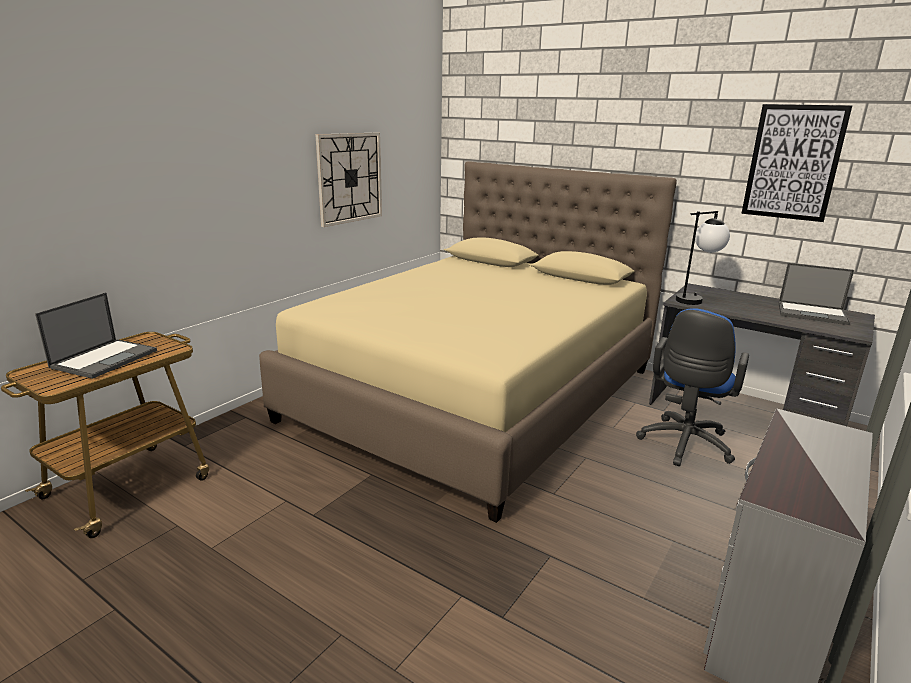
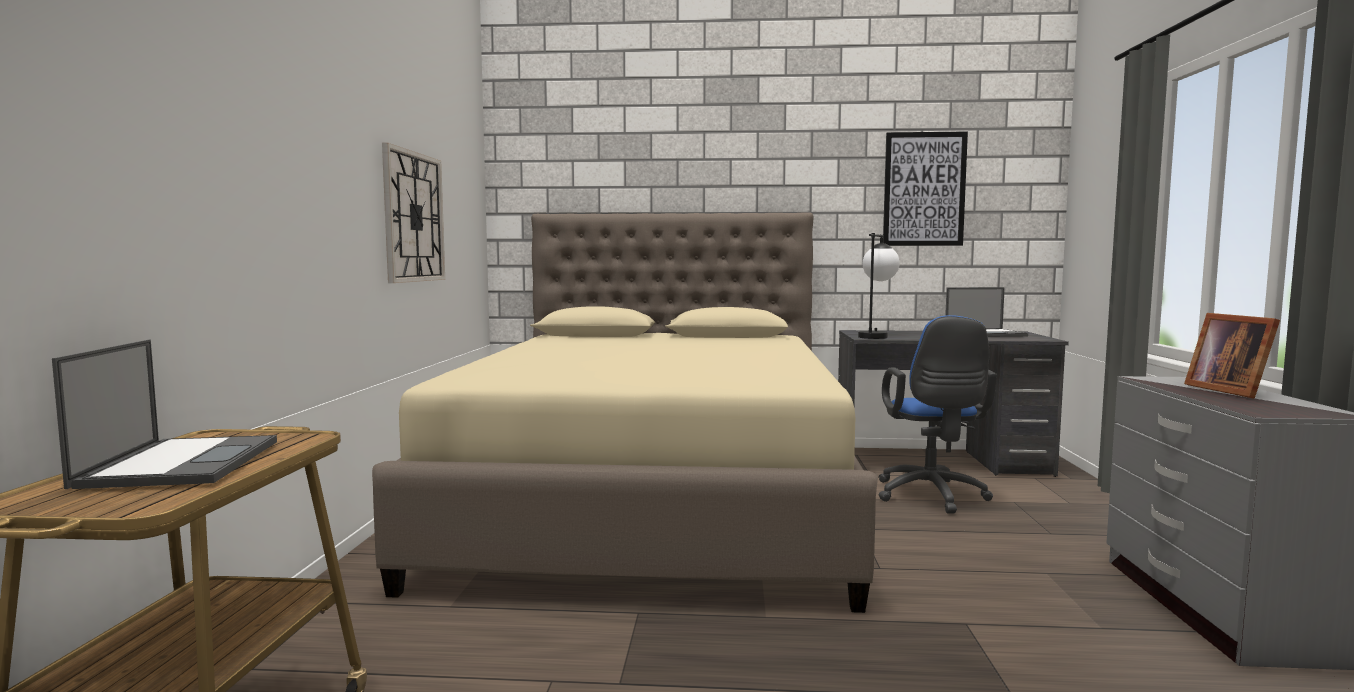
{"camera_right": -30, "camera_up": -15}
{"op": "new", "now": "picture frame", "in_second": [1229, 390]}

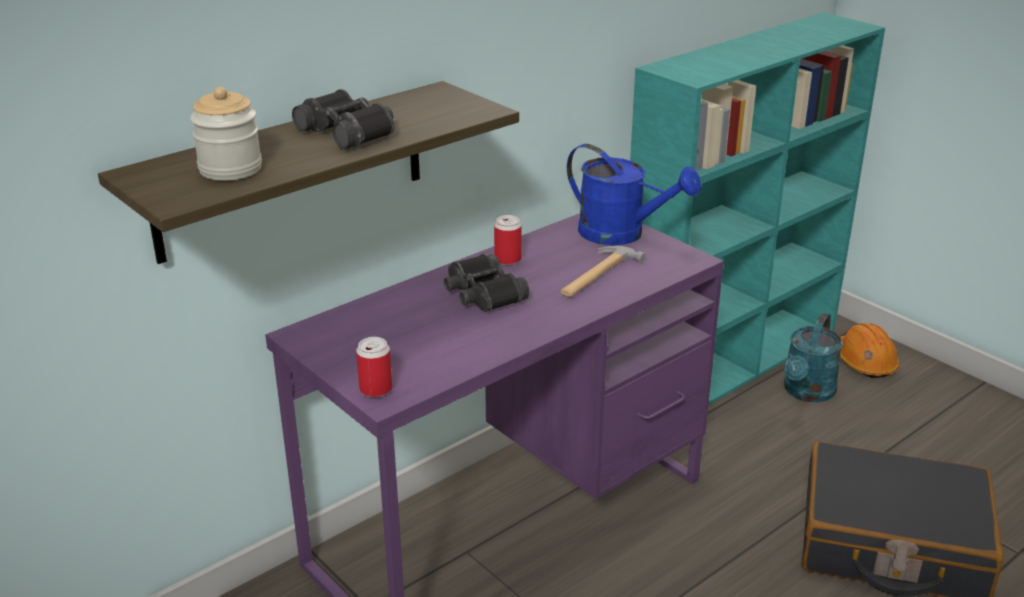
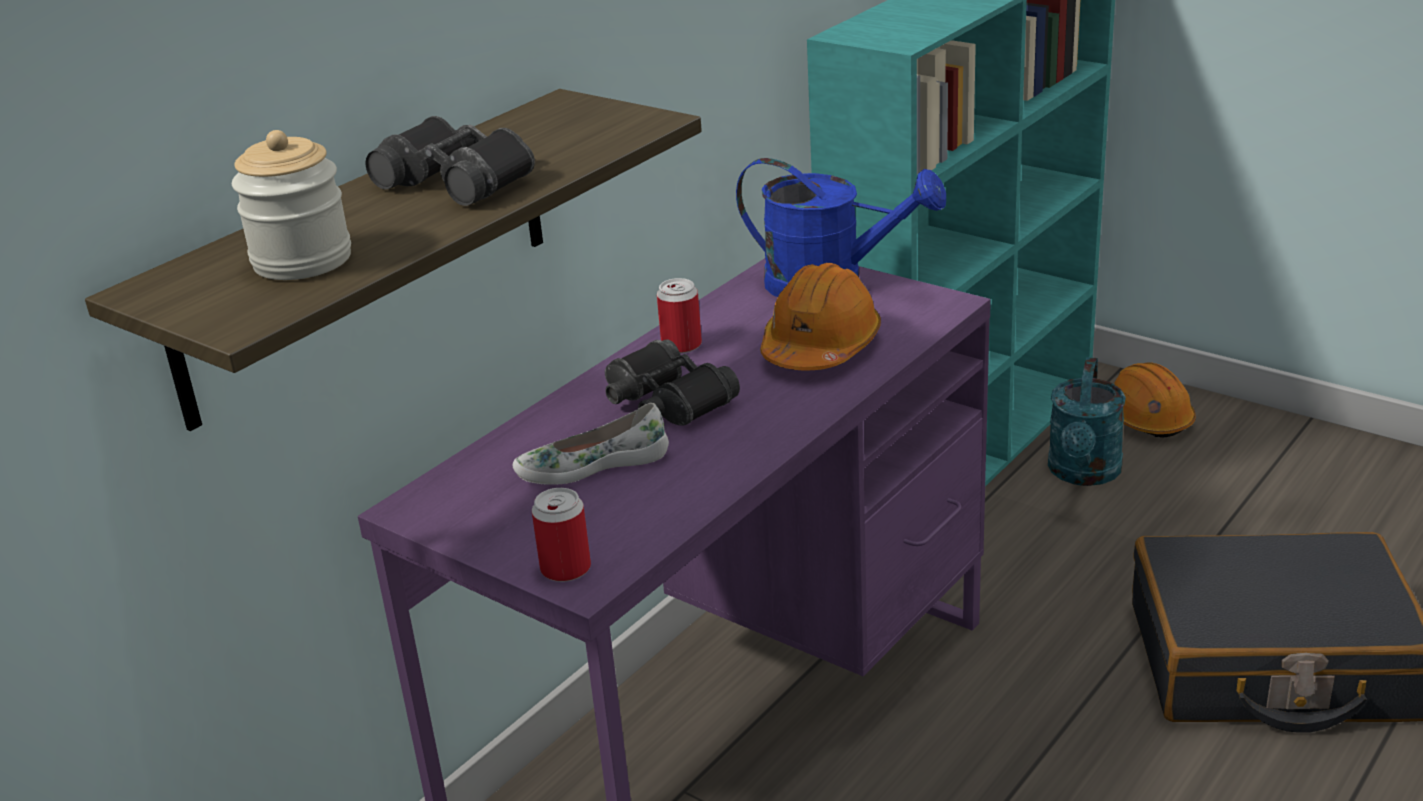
{"camera_right": -10, "camera_up": 0}
{"op": "new", "now": "white shoe", "in_second": [592, 465]}
{"op": "swapped", "was": "hammer", "now": "orange hard hat", "in_first": [596, 275], "in_second": [820, 347]}

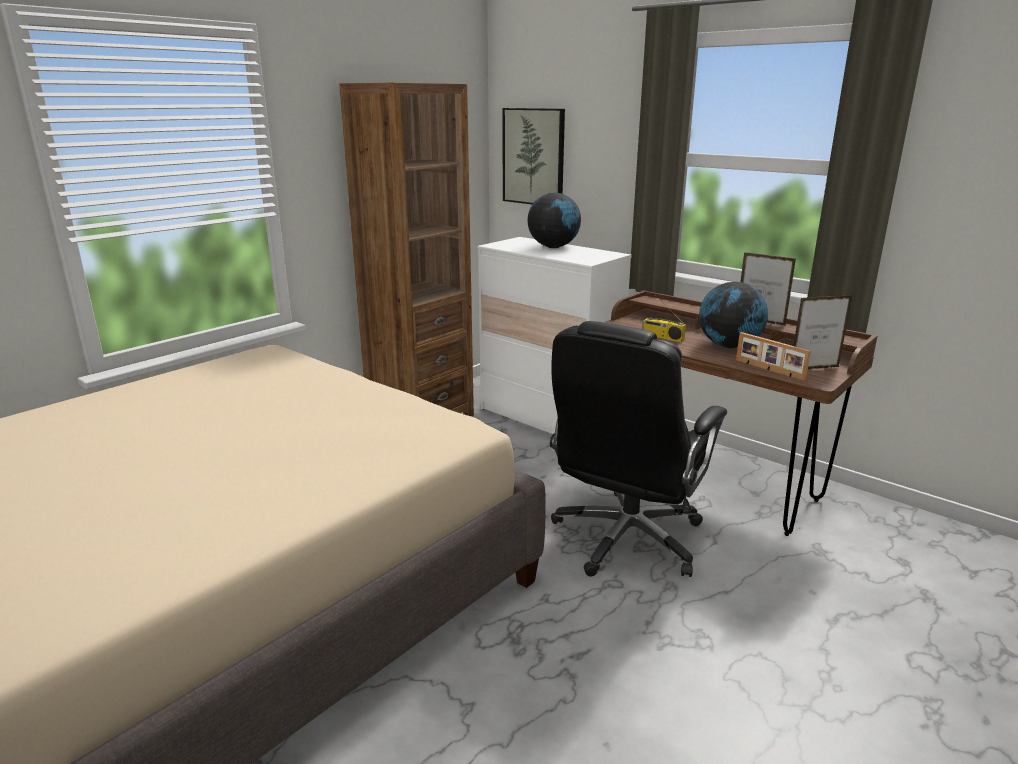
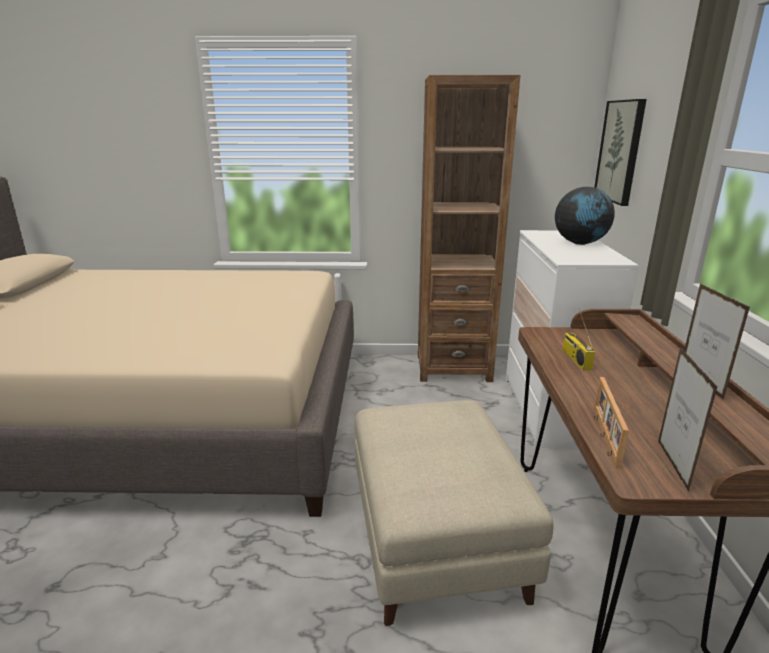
{"camera_right": 50, "camera_up": 0}
{"op": "gone", "was": "globe", "in_first": [729, 346]}
{"op": "swapped", "was": "black office chair", "now": "beige ottoman", "in_first": [626, 539], "in_second": [434, 538]}
{"op": "rotated", "was": "picture frame", "in_first": [814, 369], "in_second": [672, 465], "clockwise": 60}

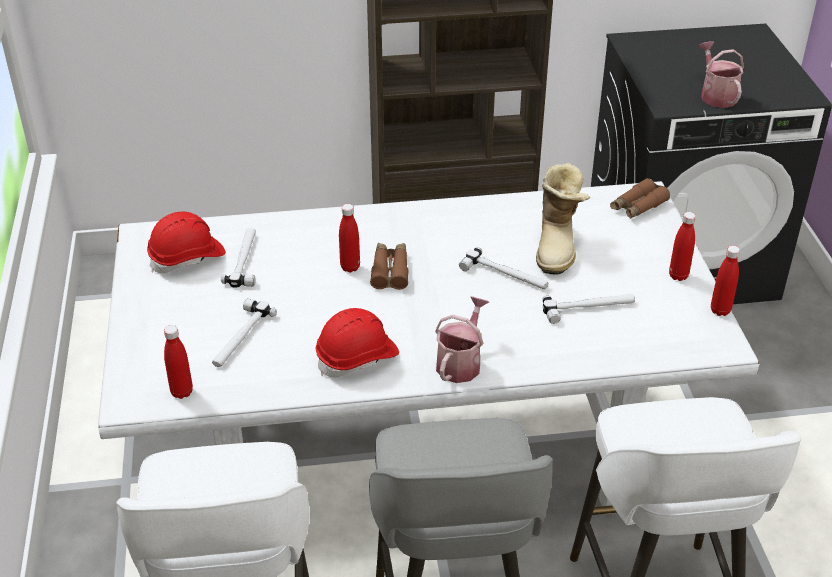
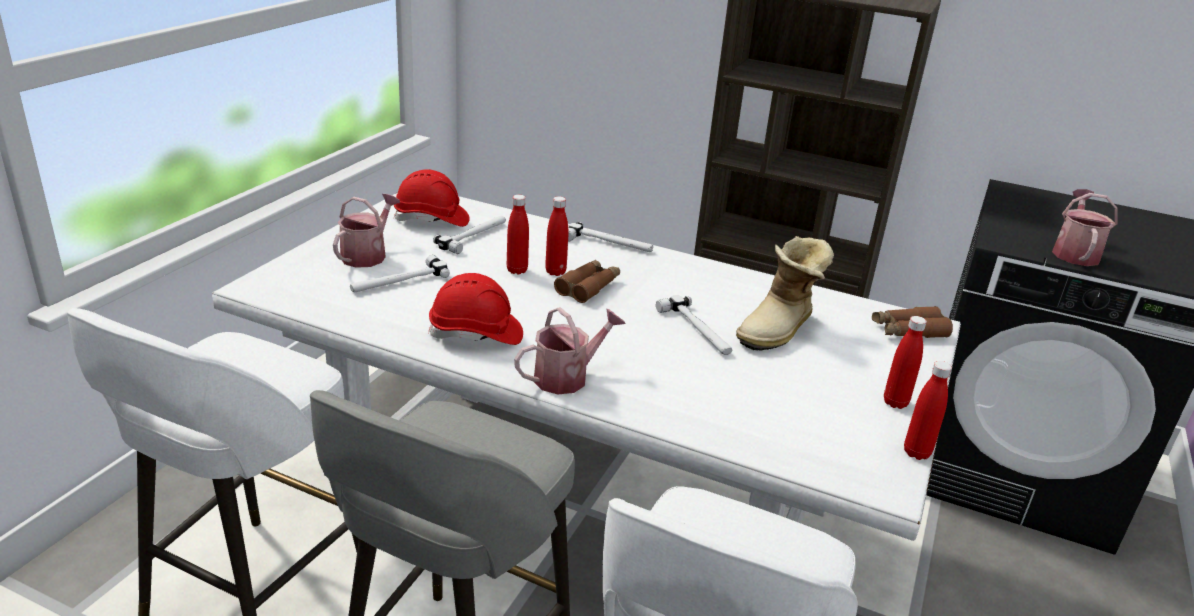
{"camera_right": 30, "camera_up": -10}
{"op": "new", "now": "watering can", "in_second": [367, 254]}
{"op": "shifted", "was": "red bottle", "in_first": [182, 392], "in_second": [517, 270]}
{"op": "shifted", "was": "hammer", "in_first": [588, 308], "in_second": [609, 243]}

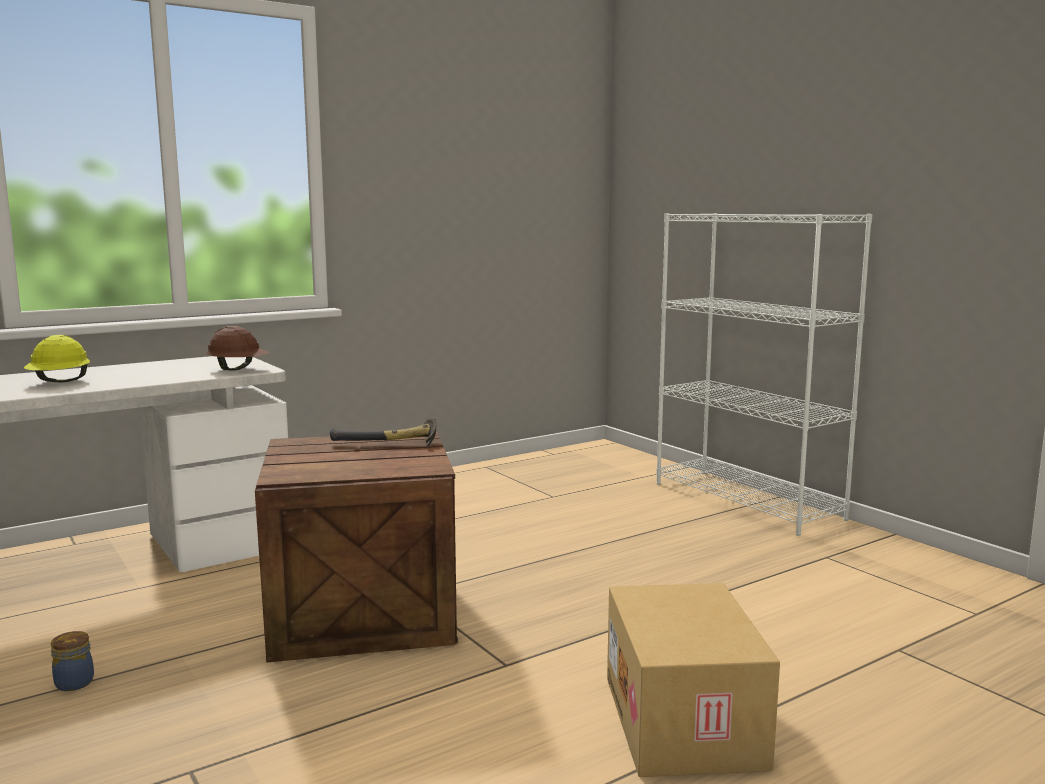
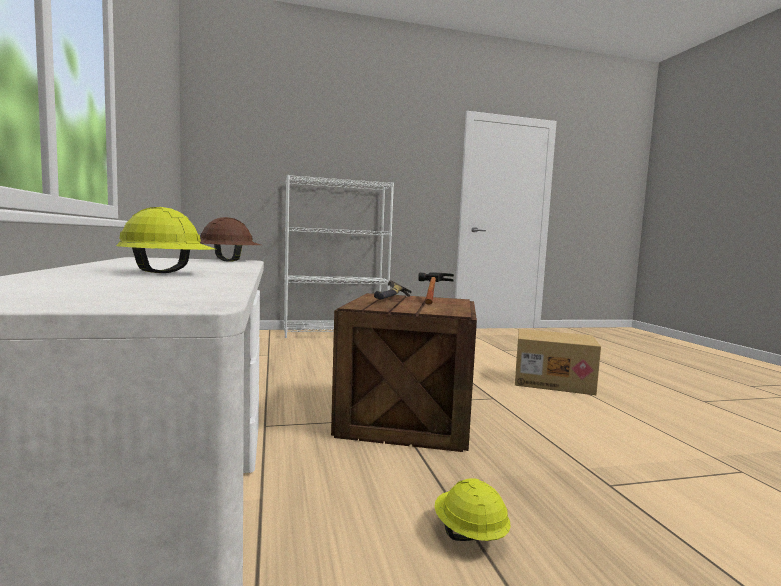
{"camera_right": -70, "camera_up": -5}
{"op": "new", "now": "hammer", "in_second": [431, 298]}
{"op": "swapped", "was": "jar", "now": "yellow hard hat", "in_first": [74, 682], "in_second": [469, 534]}

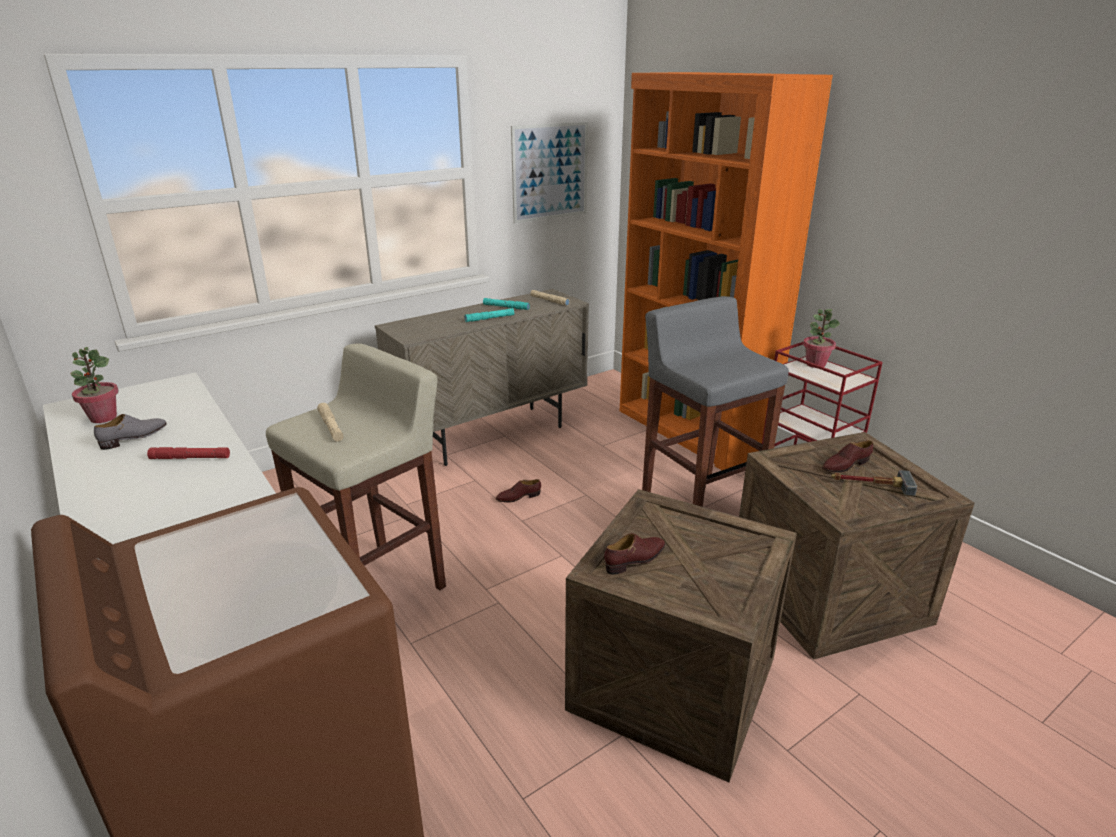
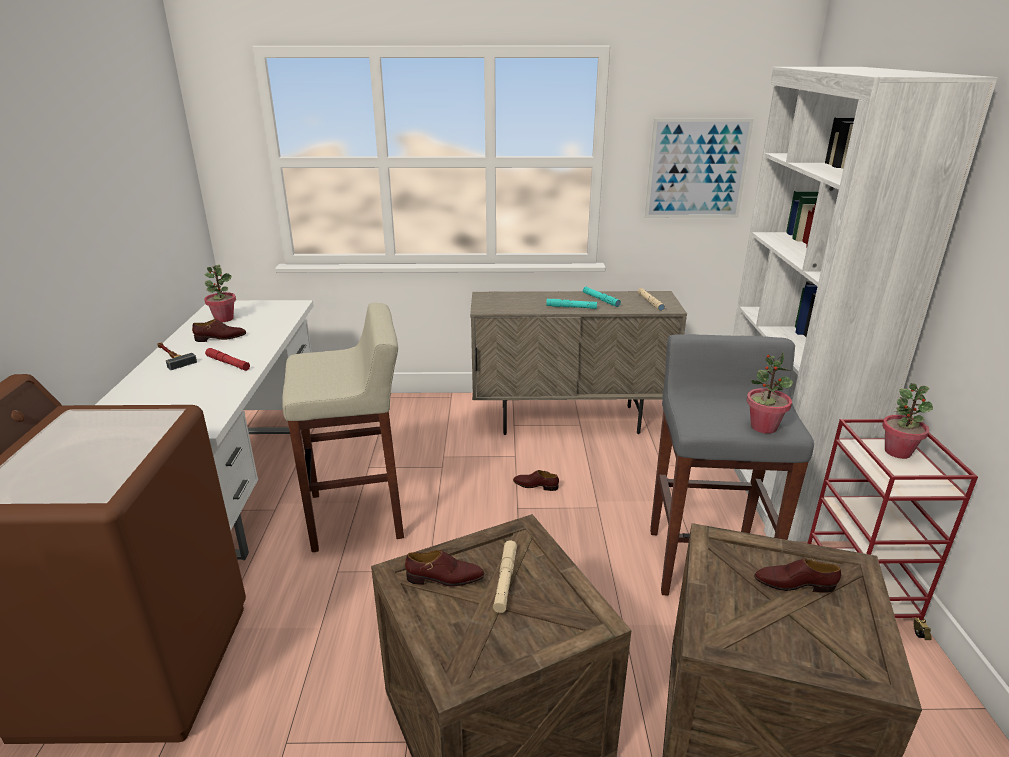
{"camera_right": 35, "camera_up": 0}
{"op": "new", "now": "potted plant", "in_second": [763, 427]}
{"op": "shifted", "was": "beige flashlight", "in_first": [330, 426], "in_second": [505, 580]}
{"op": "shifted", "was": "hammer", "in_first": [870, 484], "in_second": [171, 357]}
{"op": "repainted", "was": "grey shoe", "now": "brown shoe", "in_first": [134, 437], "in_second": [220, 338]}
{"op": "repainted", "was": "orange bookcase", "now": "white bookcase", "in_first": [691, 430], "in_second": [776, 483]}

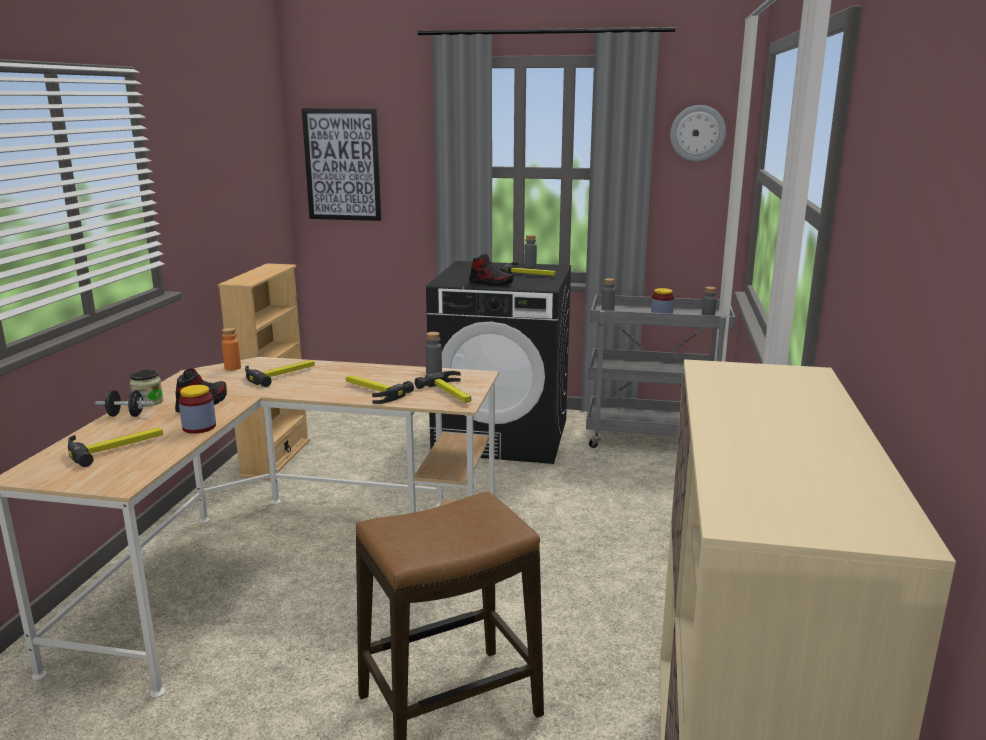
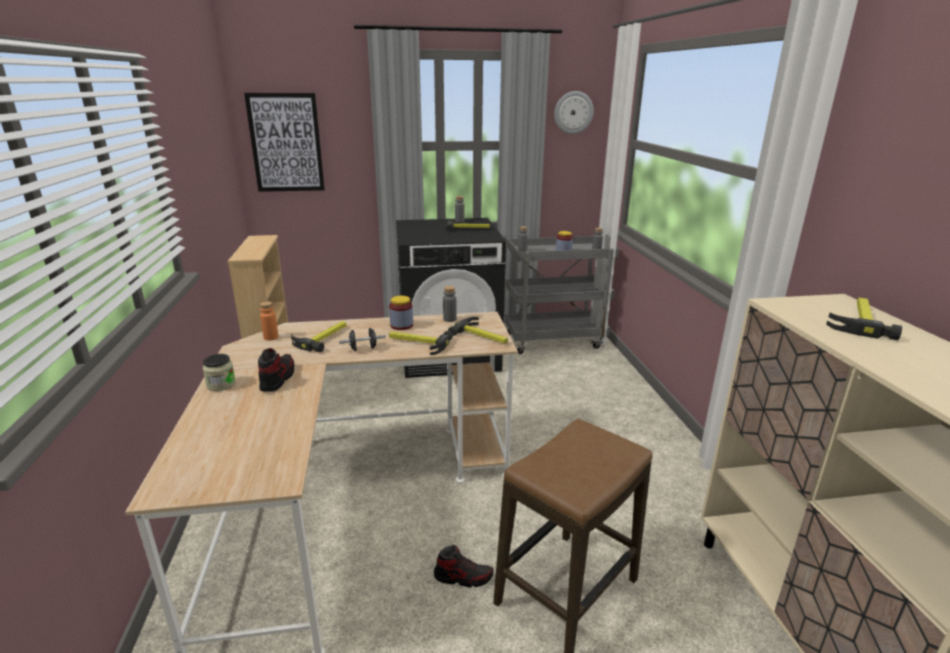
{"camera_right": -20, "camera_up": 5}
{"op": "shifted", "was": "hammer", "in_first": [117, 447], "in_second": [858, 320]}
{"op": "shifted", "was": "black dumbbell", "in_first": [126, 415], "in_second": [363, 349]}
{"op": "shifted", "was": "jar", "in_first": [199, 427], "in_second": [401, 325]}
{"op": "shifted", "was": "shoe", "in_first": [491, 283], "in_second": [463, 577]}

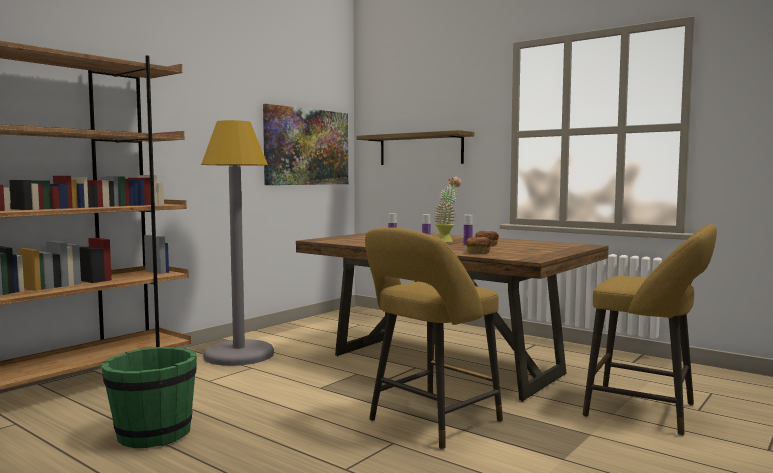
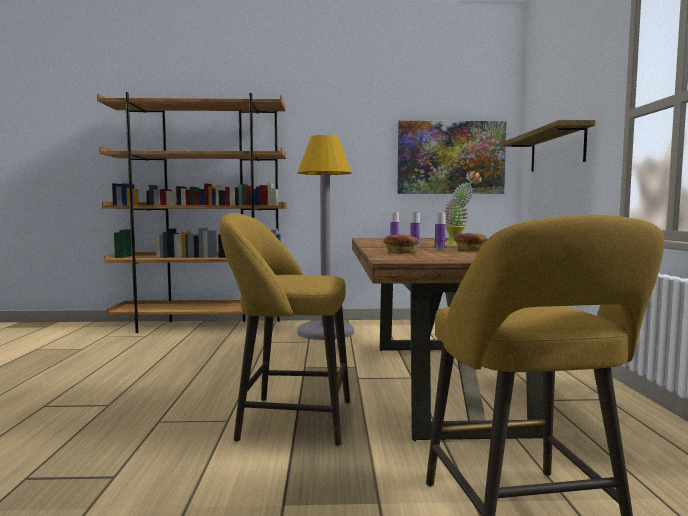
{"camera_right": 50, "camera_up": 0}
{"op": "gone", "was": "green bucket", "in_first": [153, 434]}

